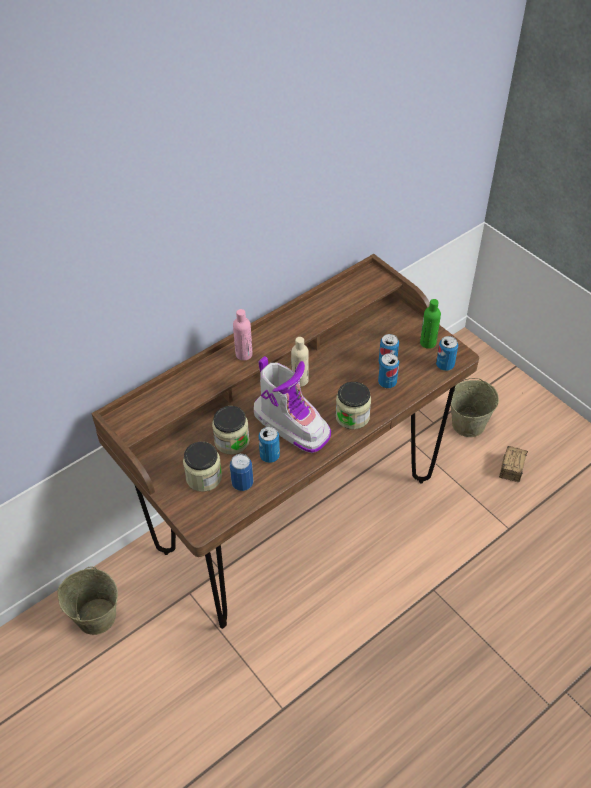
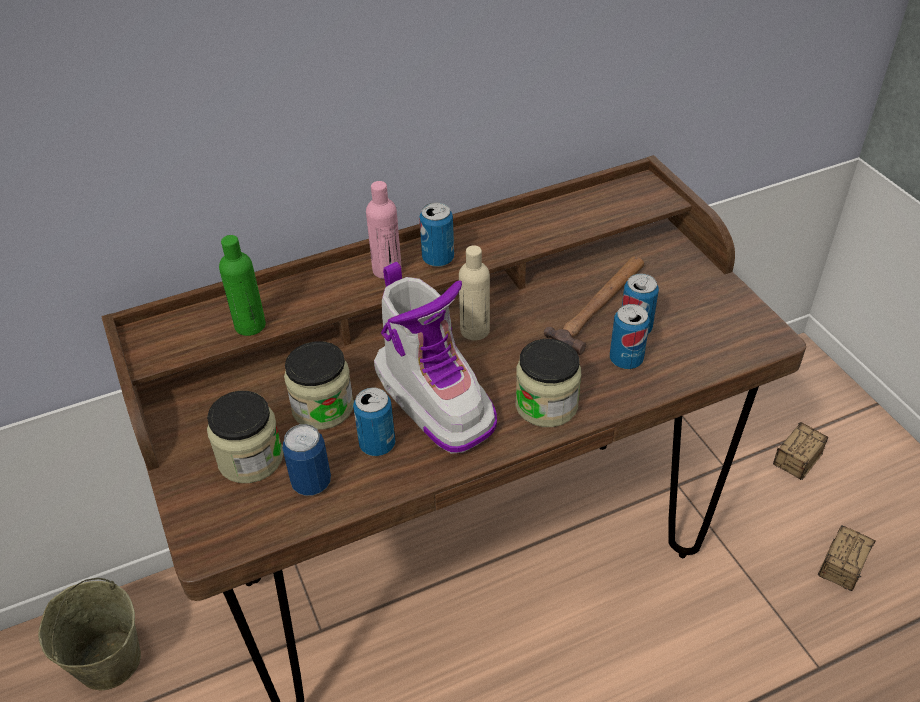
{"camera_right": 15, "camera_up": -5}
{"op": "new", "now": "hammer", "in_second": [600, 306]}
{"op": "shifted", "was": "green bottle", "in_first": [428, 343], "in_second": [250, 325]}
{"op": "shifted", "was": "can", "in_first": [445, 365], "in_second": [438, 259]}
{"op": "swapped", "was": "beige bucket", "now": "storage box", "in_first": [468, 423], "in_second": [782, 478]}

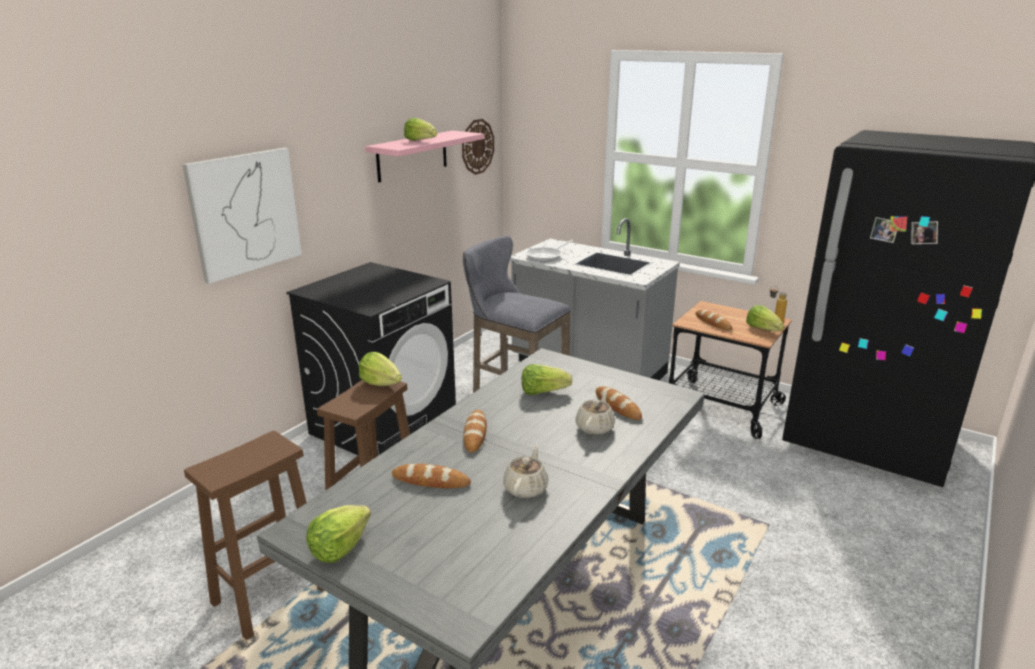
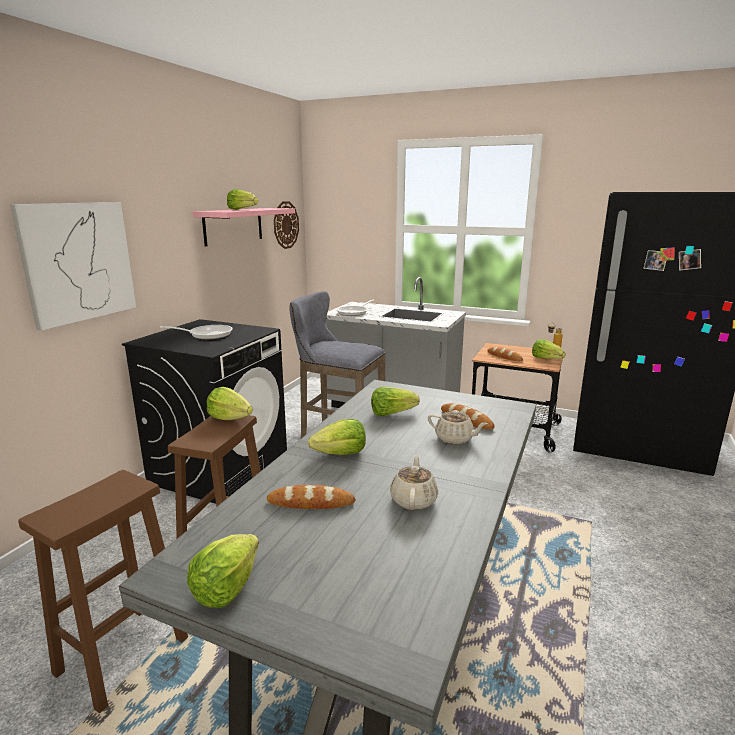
{"camera_right": -10, "camera_up": -5}
{"op": "new", "now": "frying pan", "in_second": [207, 334]}
{"op": "swapped", "was": "bread", "now": "lettuce", "in_first": [475, 433], "in_second": [341, 454]}
{"op": "rotated", "was": "beige teapot", "in_first": [595, 427], "in_second": [455, 439], "clockwise": 105}

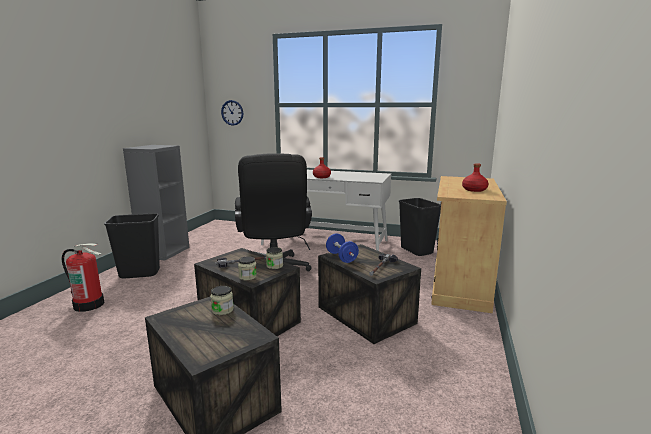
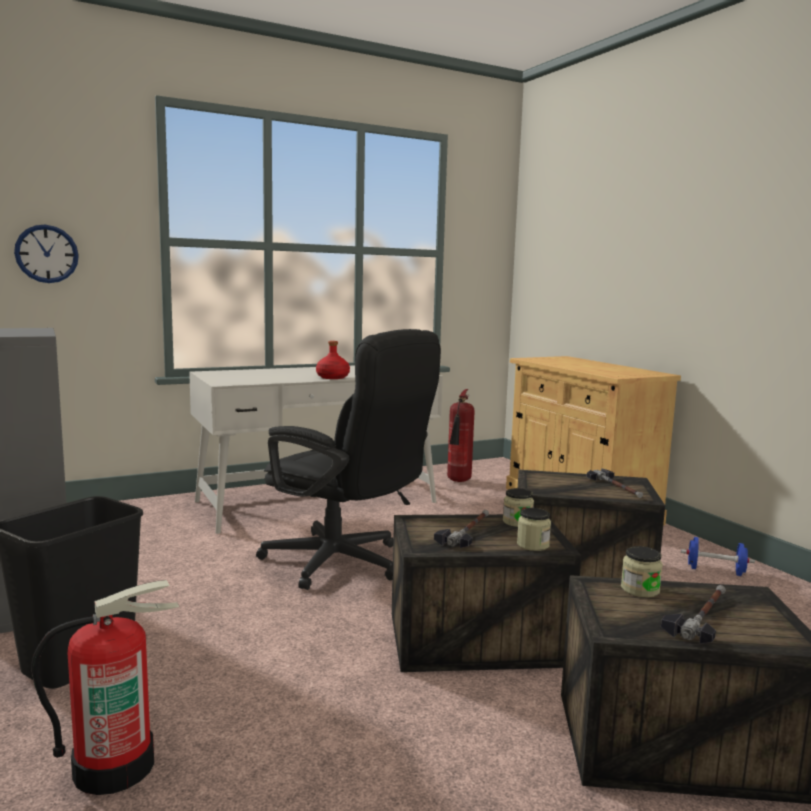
{"camera_right": -45, "camera_up": -5}
{"op": "gone", "was": "red bottle", "in_first": [474, 190]}
{"op": "new", "now": "hammer", "in_second": [701, 617]}
{"op": "shifted", "was": "blue dumbbell", "in_first": [341, 257], "in_second": [715, 571]}
{"op": "swapped", "was": "black trash can", "now": "fire extinguisher", "in_first": [417, 251], "in_second": [458, 481]}

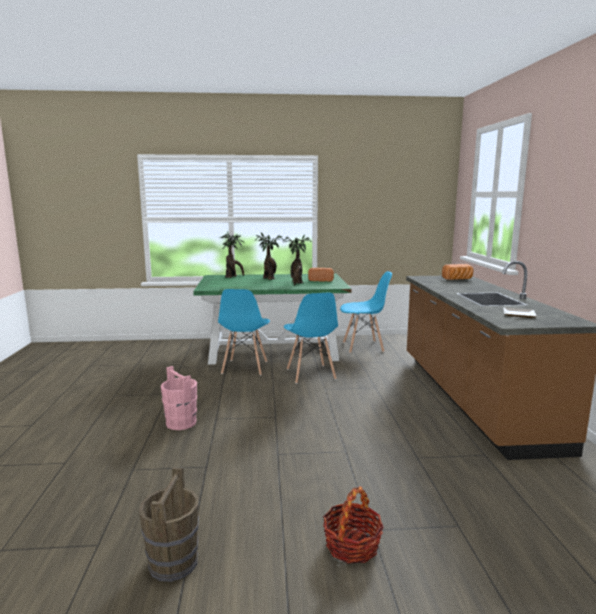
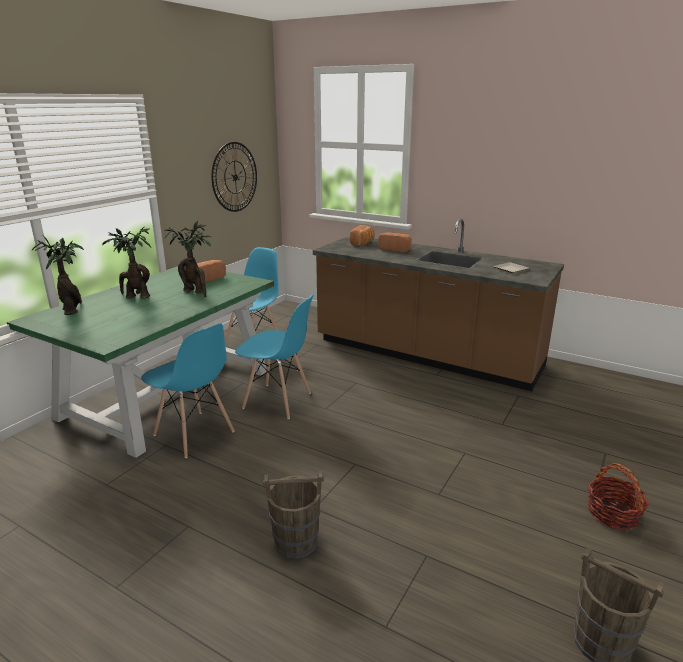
{"camera_right": -55, "camera_up": 10}
{"op": "new", "now": "wall clock", "in_second": [235, 177]}
{"op": "new", "now": "bread", "in_second": [396, 249]}
{"op": "repainted", "was": "pink bucket", "now": "brown bucket", "in_first": [181, 423], "in_second": [295, 541]}

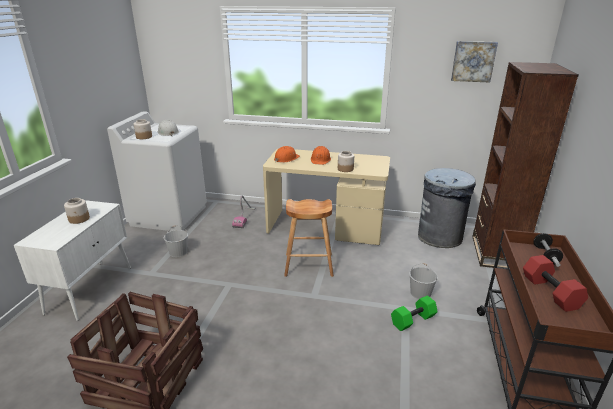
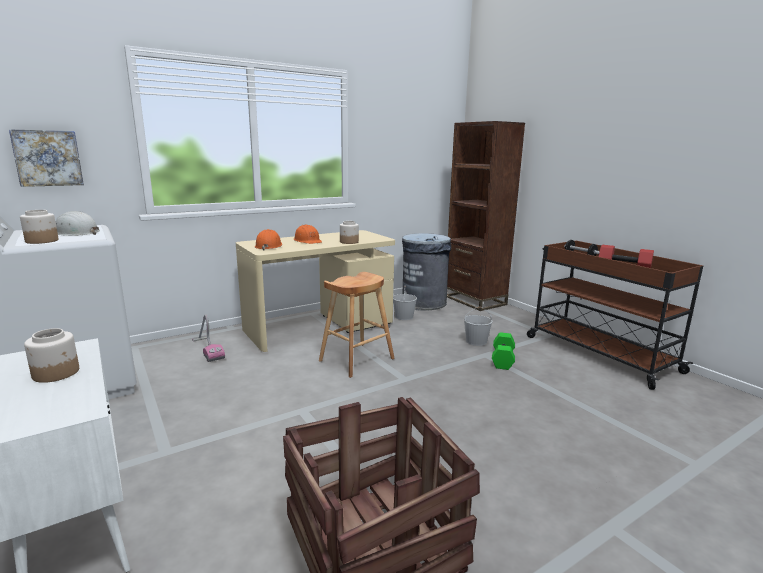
{"camera_right": -45, "camera_up": -10}
{"op": "shifted", "was": "white bucket", "in_first": [178, 252], "in_second": [404, 316]}
{"op": "shifted", "was": "picture", "in_first": [473, 61], "in_second": [48, 158]}

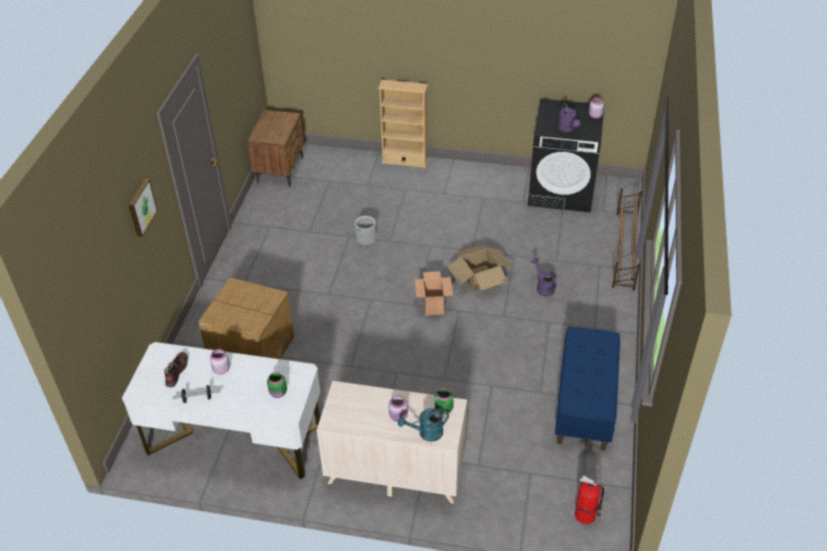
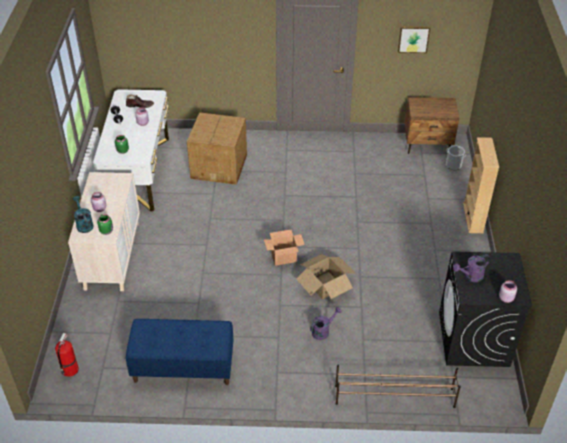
{"camera_right": 80, "camera_up": 0}
{"op": "shifted", "was": "picture", "in_first": [141, 207], "in_second": [413, 38]}
{"op": "shifted", "was": "bucket", "in_first": [366, 239], "in_second": [453, 165]}

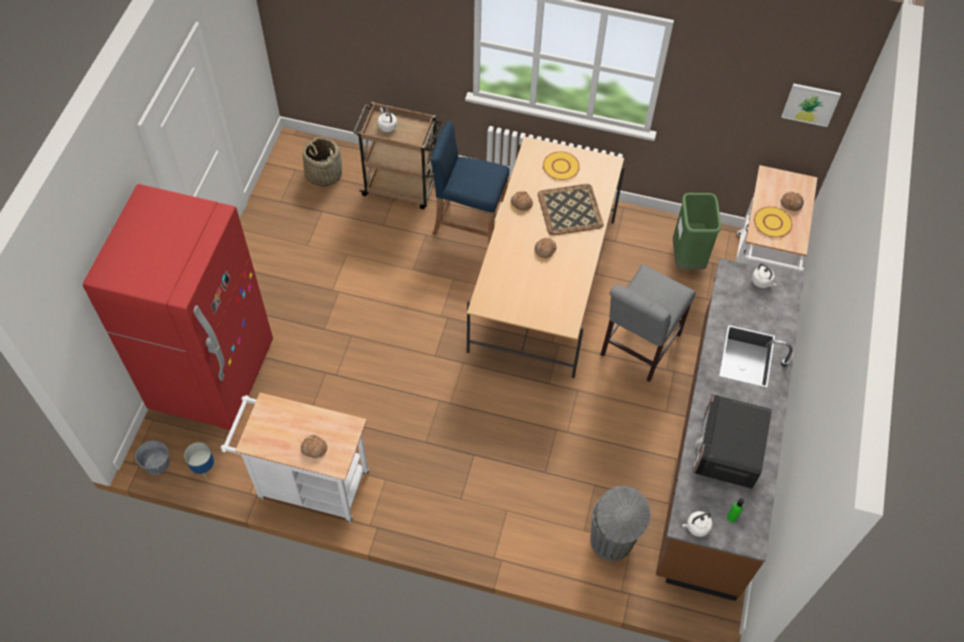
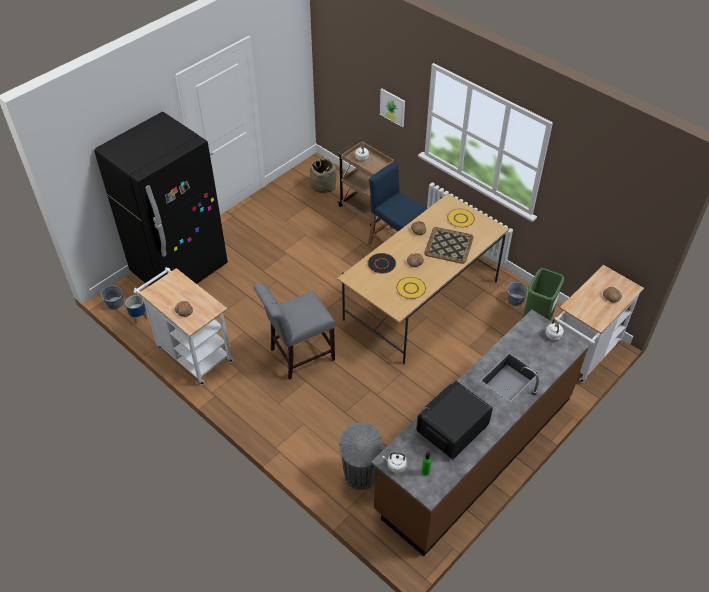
{"camera_right": 30, "camera_up": -10}
{"op": "new", "now": "black plate", "in_second": [381, 264]}
{"op": "new", "now": "grey bucket", "in_second": [515, 300]}
{"op": "shifted", "was": "grey chair", "in_first": [637, 347], "in_second": [298, 355]}
{"op": "shifted", "was": "yellow plate", "in_first": [772, 222], "in_second": [411, 288]}
{"op": "shifted", "was": "picture", "in_first": [810, 104], "in_second": [392, 107]}
{"op": "repainted", "was": "red fridge", "now": "black fridge", "in_first": [213, 375], "in_second": [180, 269]}

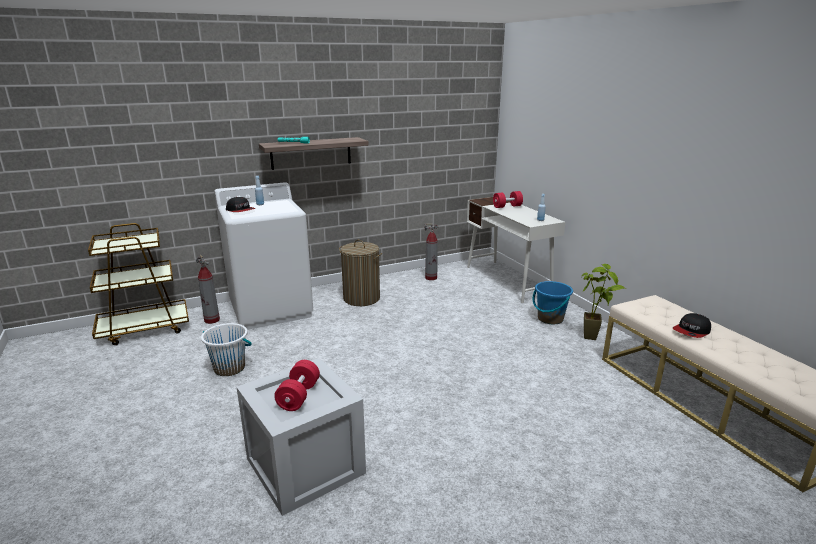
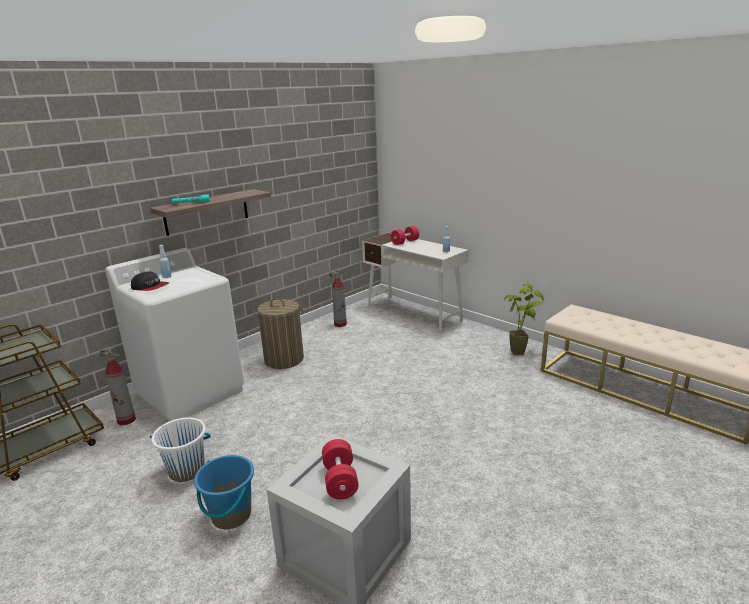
{"camera_right": -20, "camera_up": 0}
{"op": "gone", "was": "cap", "in_first": [692, 331]}
{"op": "shifted", "was": "blue bucket", "in_first": [550, 319], "in_second": [231, 515]}

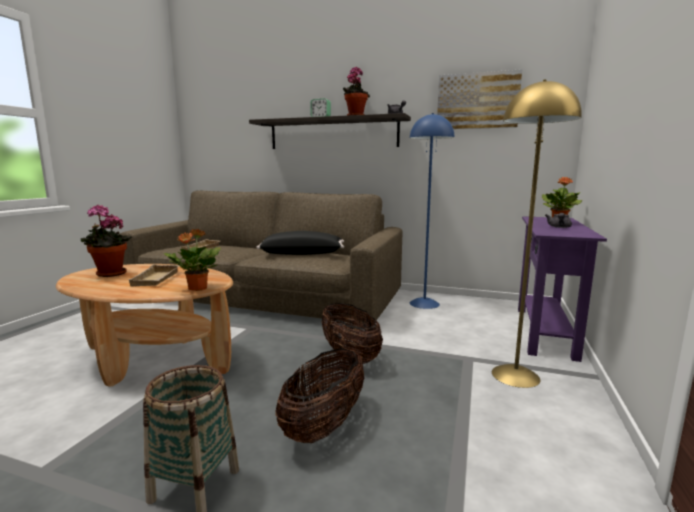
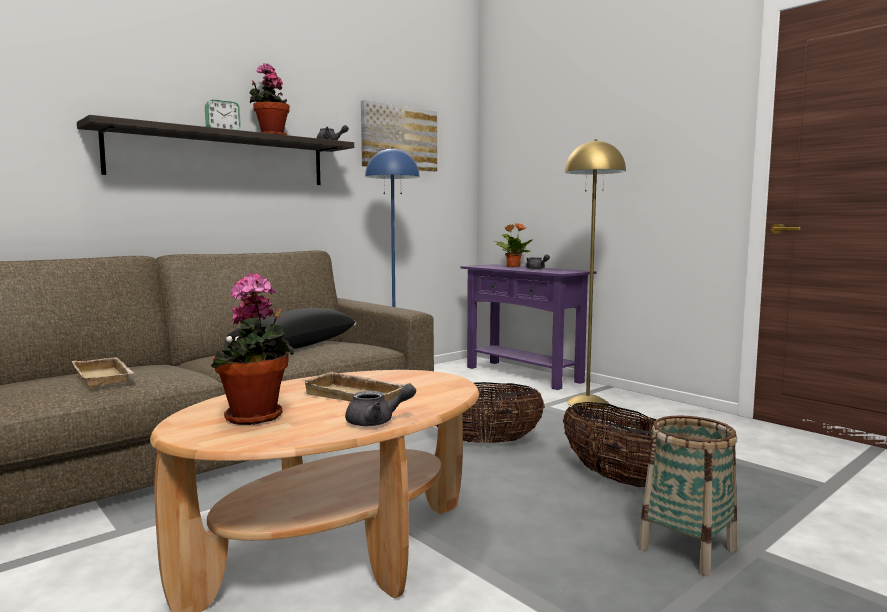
{"camera_right": -60, "camera_up": -5}
{"op": "gone", "was": "potted plant", "in_first": [197, 289]}
{"op": "new", "now": "grey teapot", "in_second": [377, 422]}

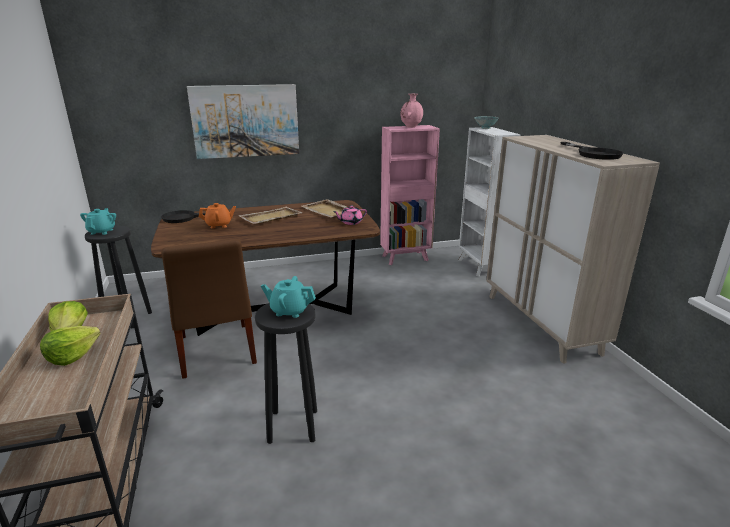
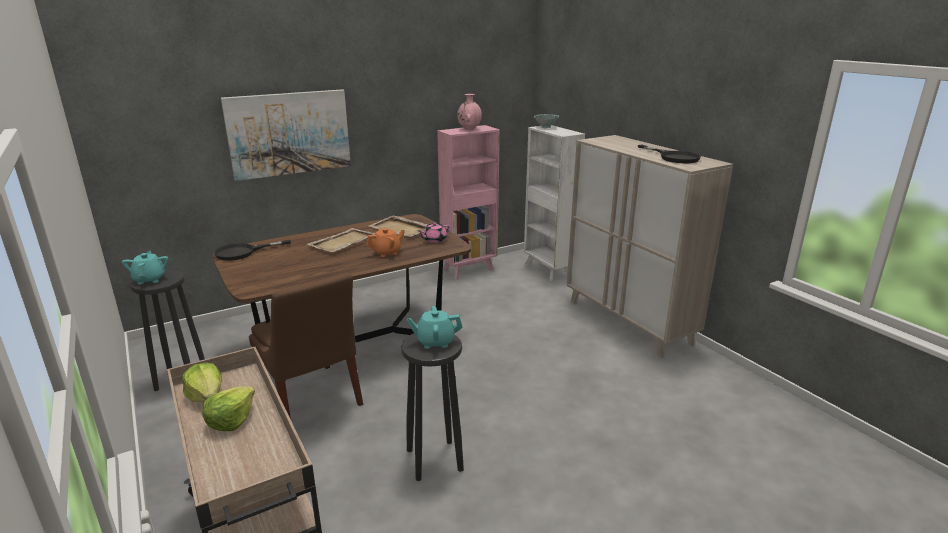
{"camera_right": -15, "camera_up": 0}
{"op": "shifted", "was": "orange teapot", "in_first": [219, 225], "in_second": [387, 252]}

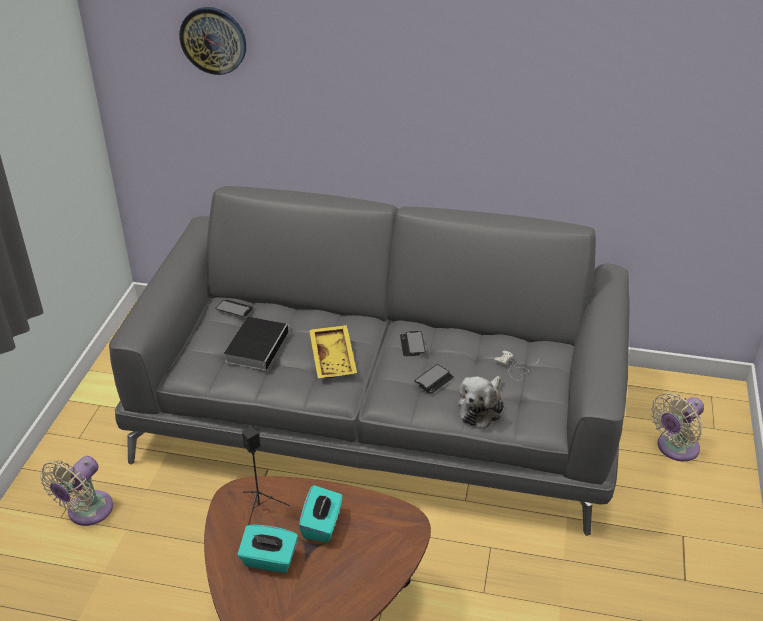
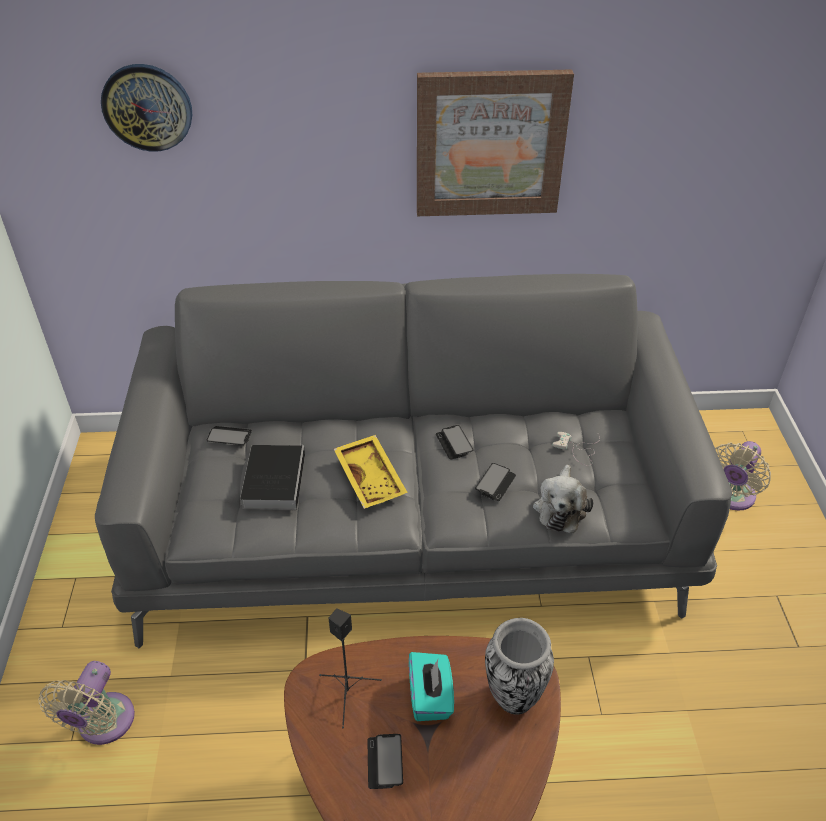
{"camera_right": -15, "camera_up": 5}
{"op": "new", "now": "picture", "in_second": [490, 144]}
{"op": "new", "now": "vase", "in_second": [513, 697]}
{"op": "swapped", "was": "turquoise tissue box", "now": "phone", "in_first": [269, 560], "in_second": [385, 762]}

